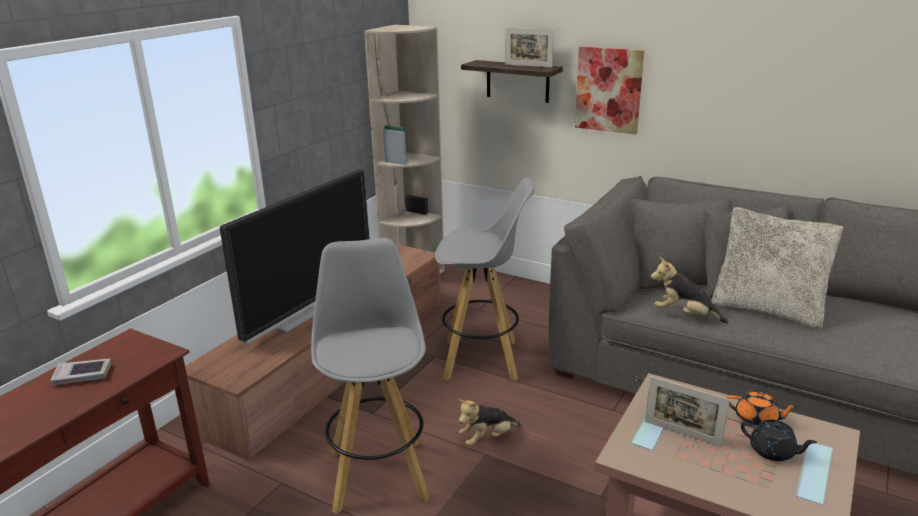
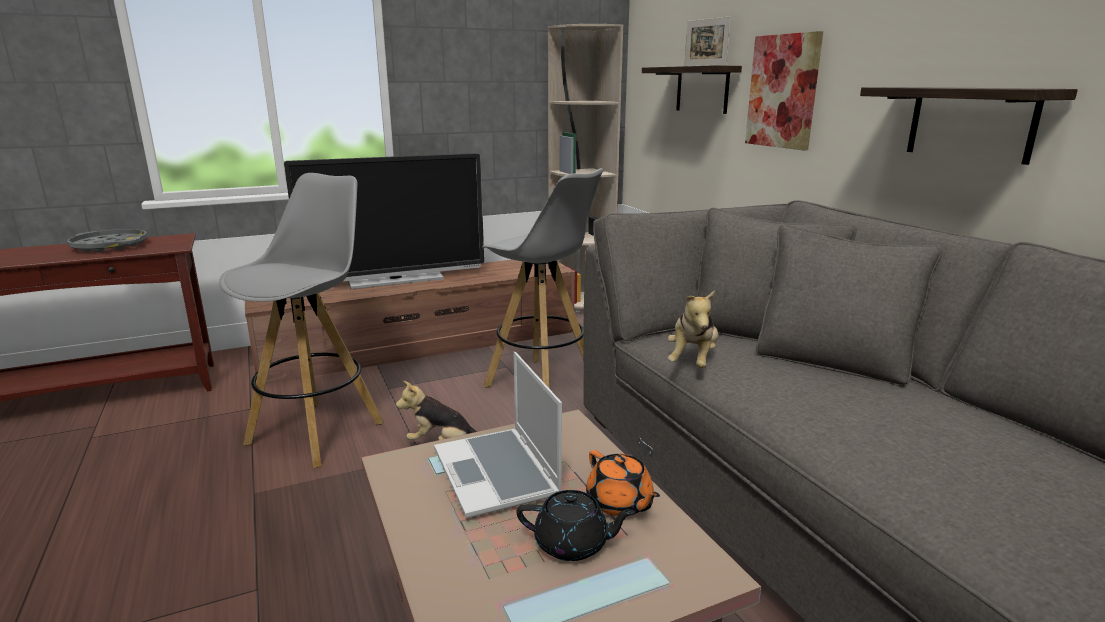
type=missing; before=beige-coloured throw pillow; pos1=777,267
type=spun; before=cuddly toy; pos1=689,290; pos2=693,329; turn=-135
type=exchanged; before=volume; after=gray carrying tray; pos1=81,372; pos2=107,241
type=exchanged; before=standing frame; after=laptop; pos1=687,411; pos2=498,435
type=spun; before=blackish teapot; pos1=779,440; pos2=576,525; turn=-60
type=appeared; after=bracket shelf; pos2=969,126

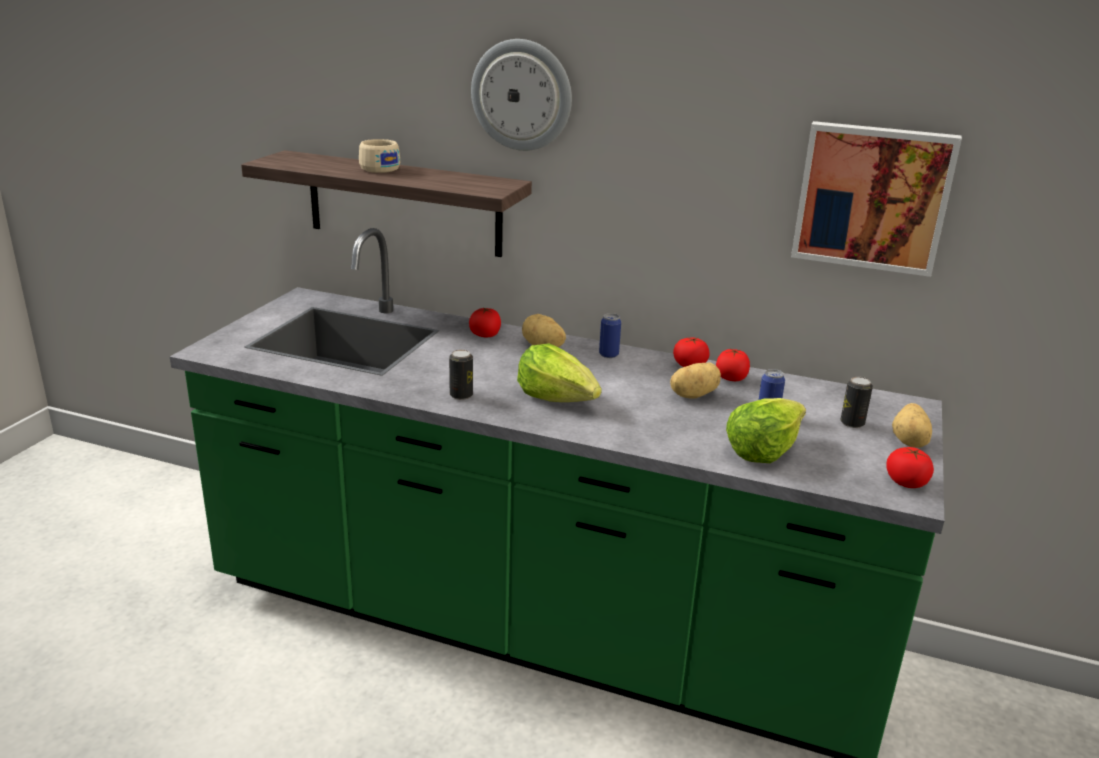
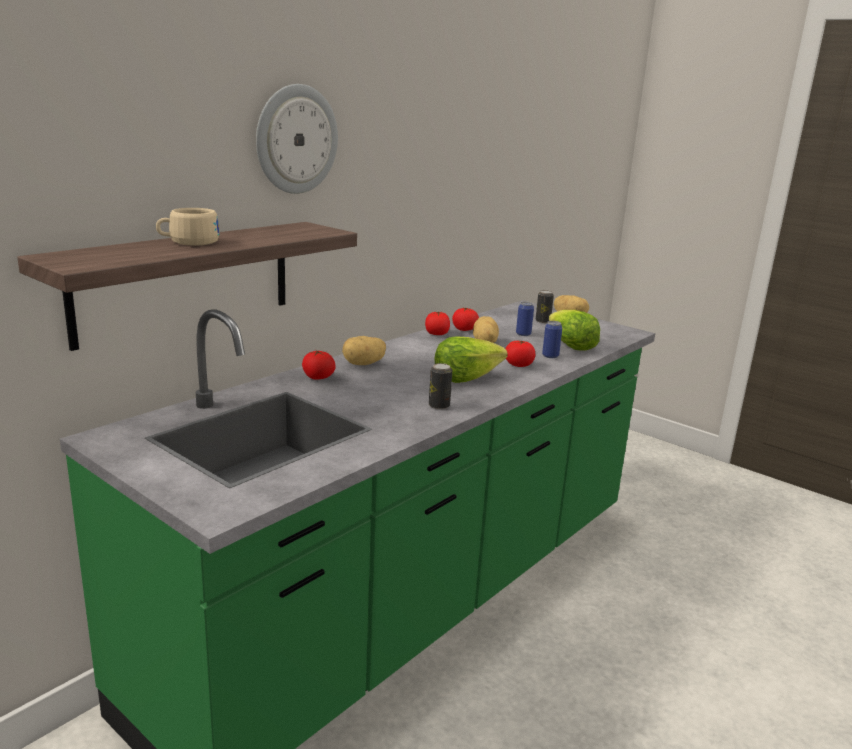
type=missing; before=wall art; pos1=876,199
type=relocated; before=metal can; pos1=610,335; pos2=552,339
type=relocated; before=tomato; pos1=910,467; pos2=520,354

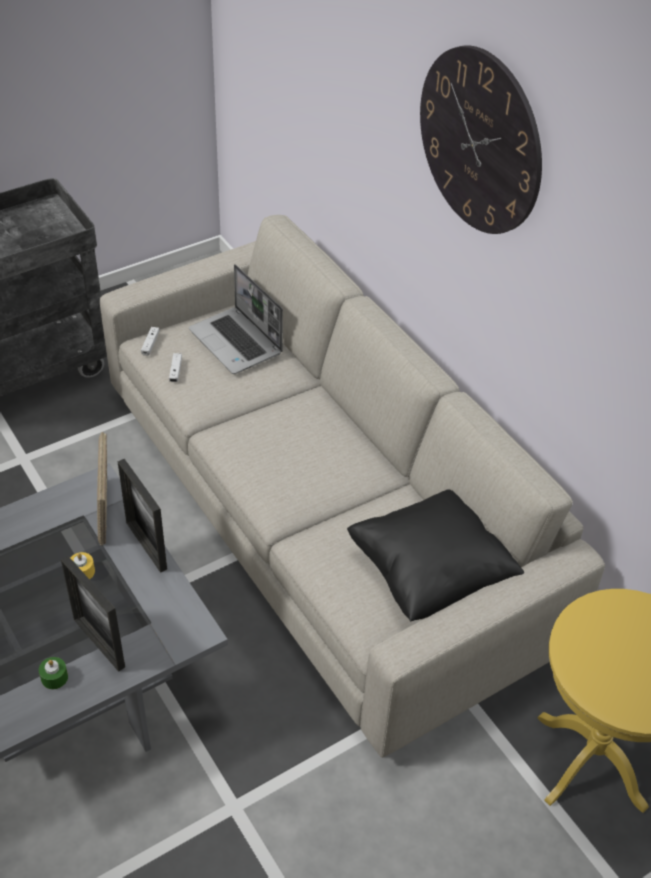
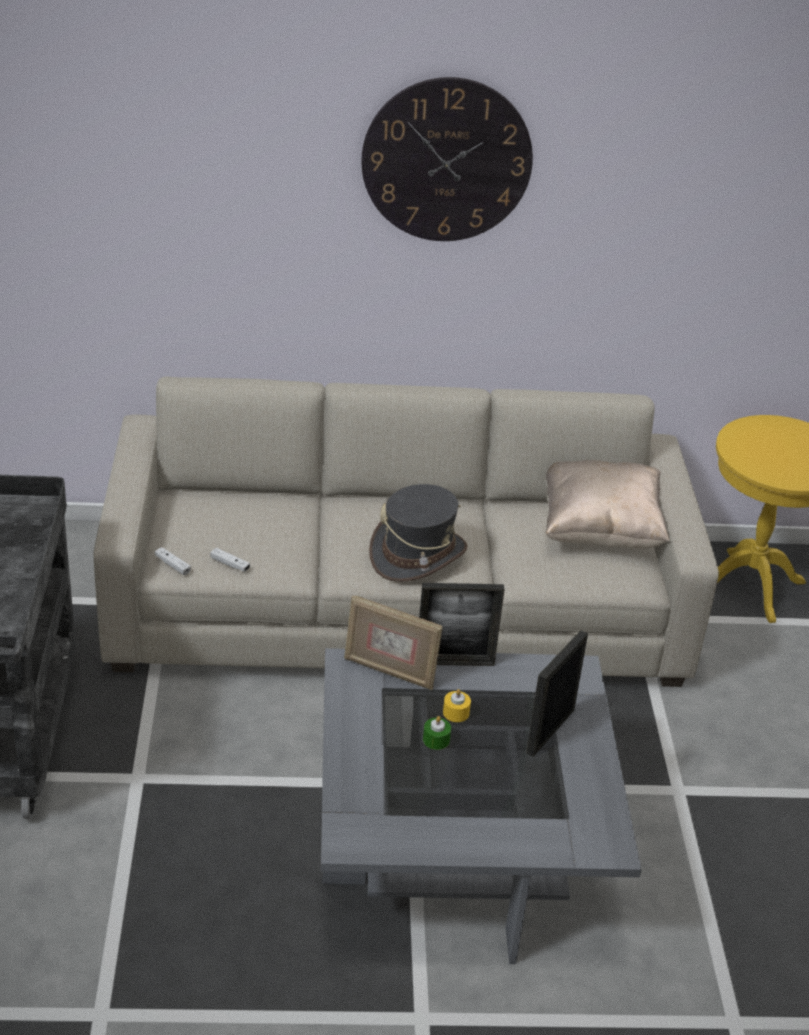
type=missing; before=laptop; pos1=236,319
type=colour; before=blackish throw pillow; after=beige-coloured throw pillow; pos1=435,555; pos2=607,504
type=spun; before=standing frame; pos1=93,614; pos2=557,693; turn=135
type=relocated; before=green wax light; pos1=53,673; pos2=437,733
type=appeared; after=gray clothing hat; pos2=418,533

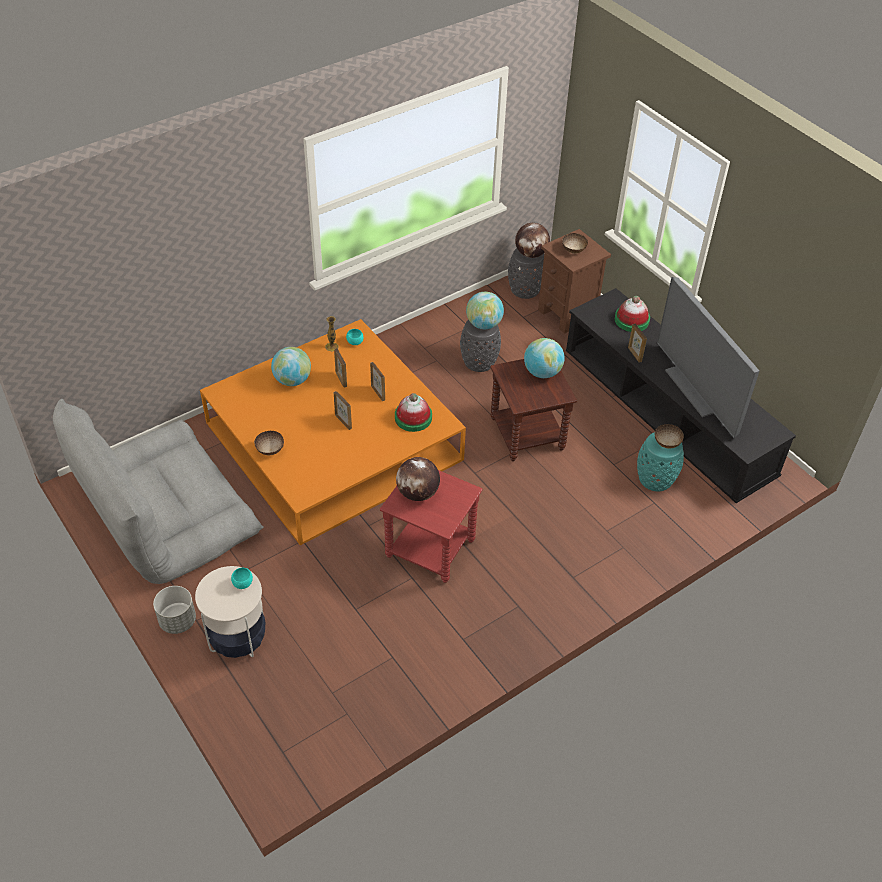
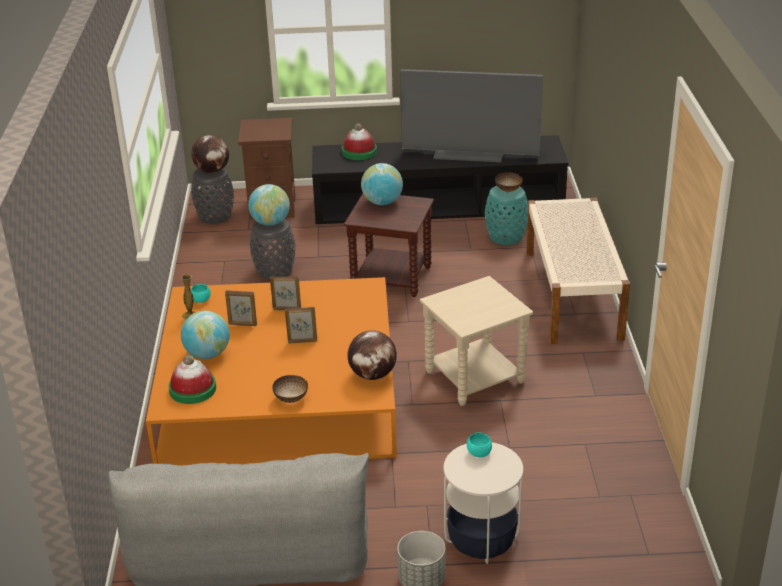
type=missing; before=deep dish; pos1=575,243
type=missing; before=standing frame; pos1=637,343
type=relocated; before=clothing hat; pos1=413,412; pos2=192,379
type=relocated; before=world globe; pos1=418,479; pos2=372,355
type=colour; before=red end table; after=beige-coloured end table; pos1=431,526; pos2=476,341
type=appeared; after=beige-coloured long seat; pos2=578,270

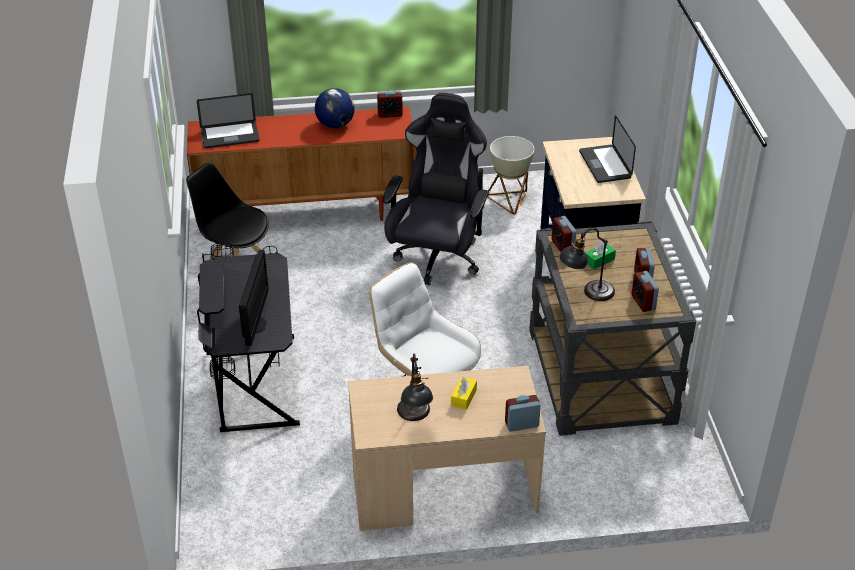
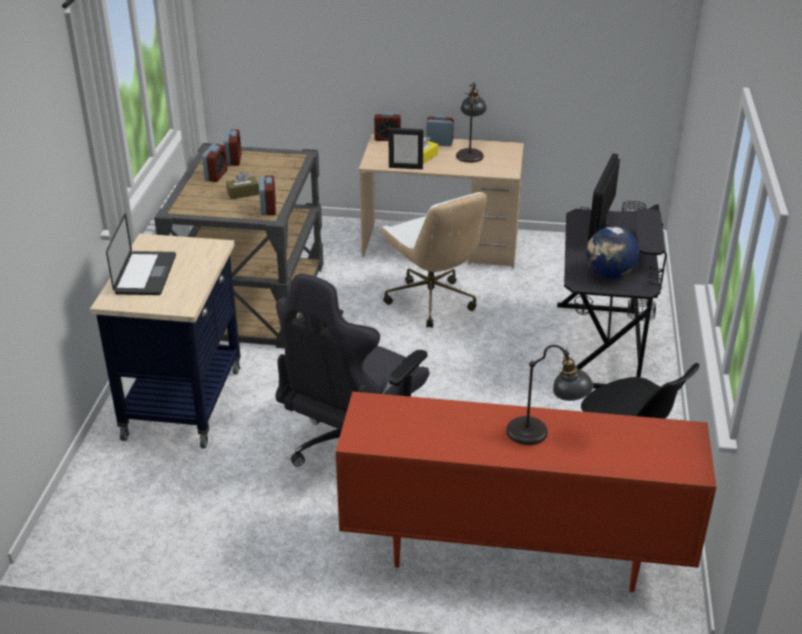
type=relocated; before=world globe; pos1=335,108; pos2=612,253
type=relocated; before=bedside clock; pos1=390,104; pos2=440,130
type=missing; before=laptop; pos1=228,120
type=missing; before=planter; pos1=510,175
type=relocated; before=gray lamp for a table; pos1=587,264; pos2=549,395
type=colour; before=green box of tissues; after=brownish box of tissues; pos1=600,255; pos2=242,185
type=appeared; after=standing frame; pos2=406,148

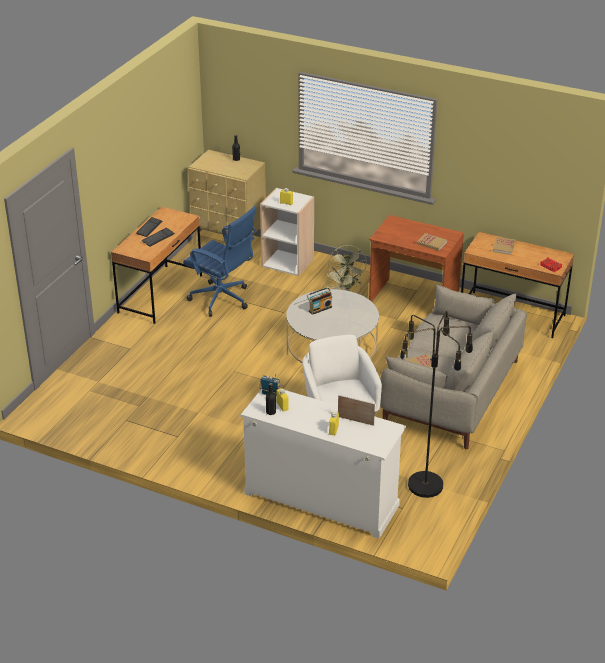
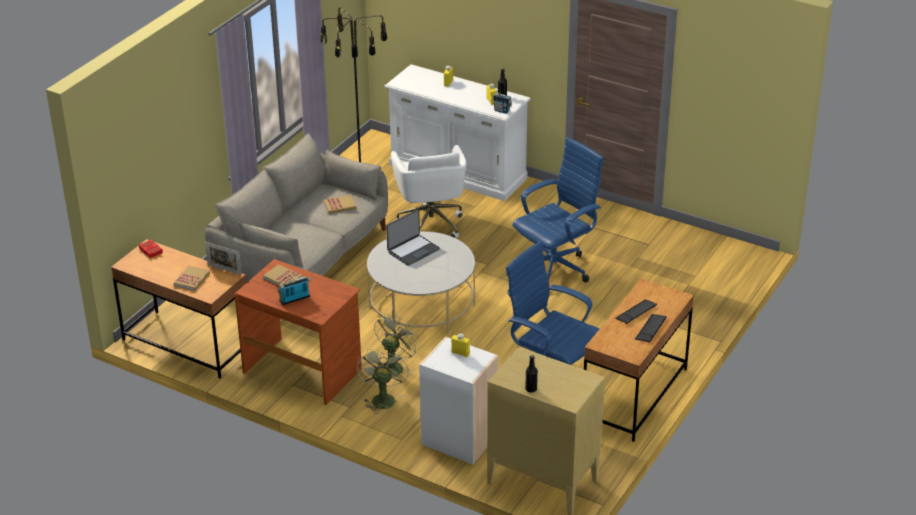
type=relocated; before=radio; pos1=319,301; pos2=294,291
type=relocated; before=standing frame; pos1=356,410; pos2=223,258
type=appeared; after=blue-coloured office chair; pos2=558,210
type=appeared; after=laptop; pos2=413,237

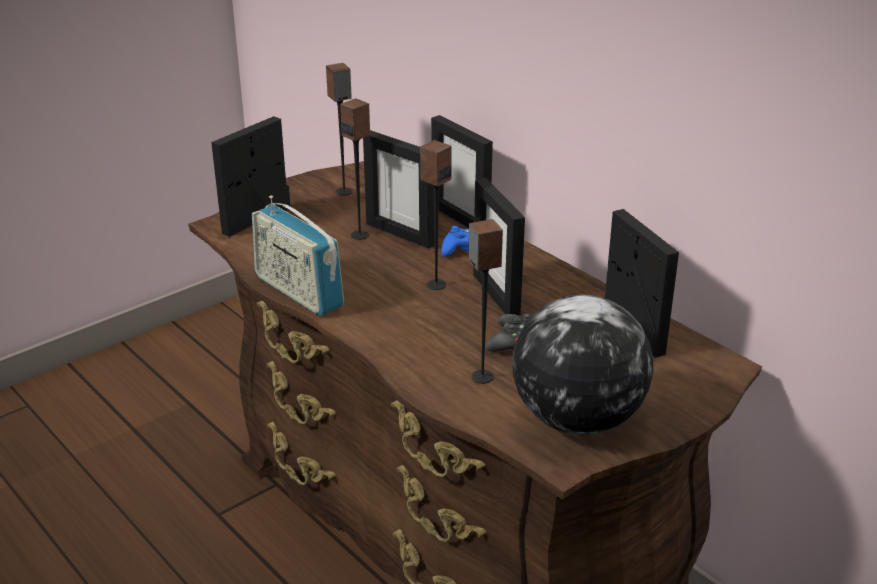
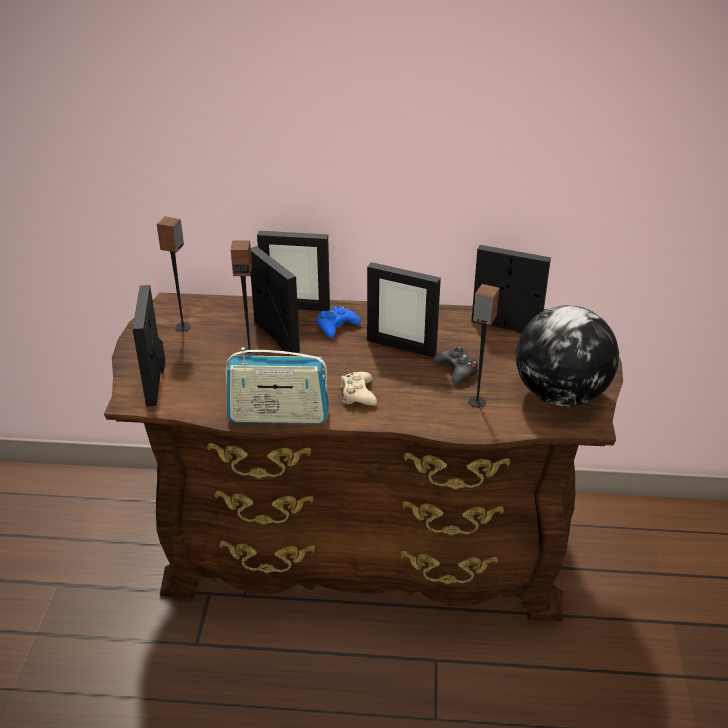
type=spun; before=standing frame; pos1=399,189; pos2=275,300; turn=-120
type=missing; before=loudspeaker; pos1=436,215
type=appeared; after=beige-coloured joypad; pos2=358,388

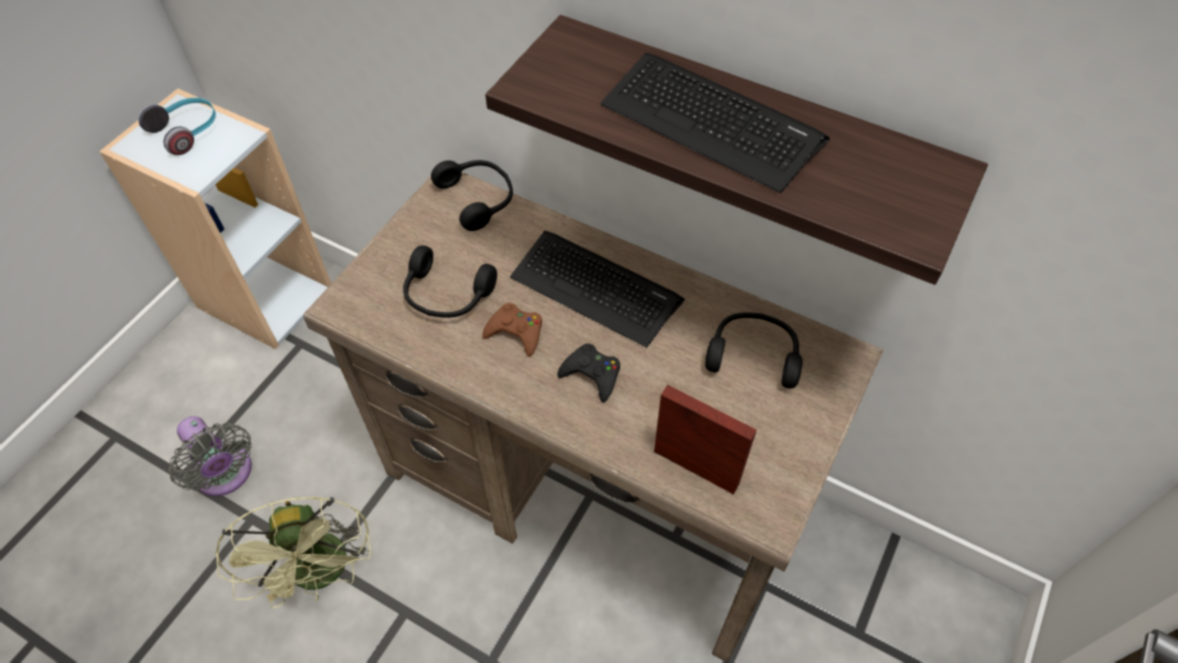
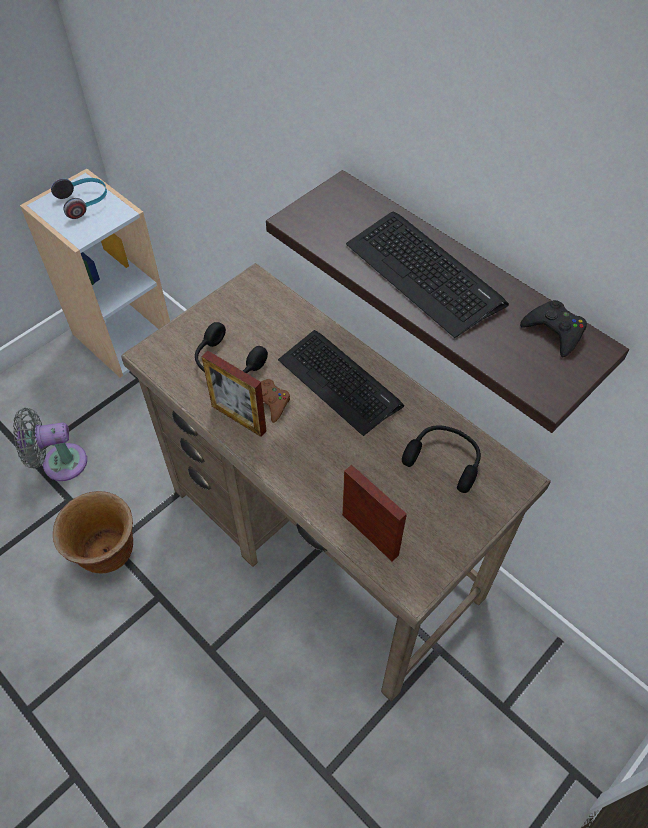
type=missing; before=blackish headphones; pos1=472,195
type=relocated; before=blackish joypad; pos1=588,372; pos2=553,328
type=spun; before=gray fan; pos1=210,456; pos2=50,444; turn=105
type=exchanged; before=green fan; after=brownish planter; pos1=293,552; pos2=93,532
type=appeared; after=standing frame; pos2=233,393

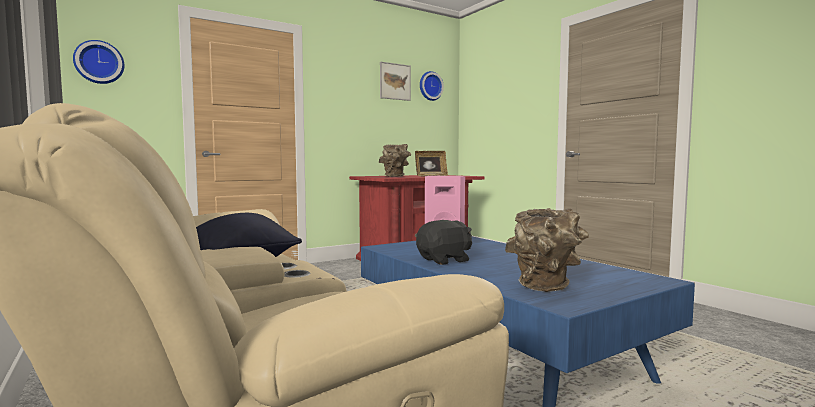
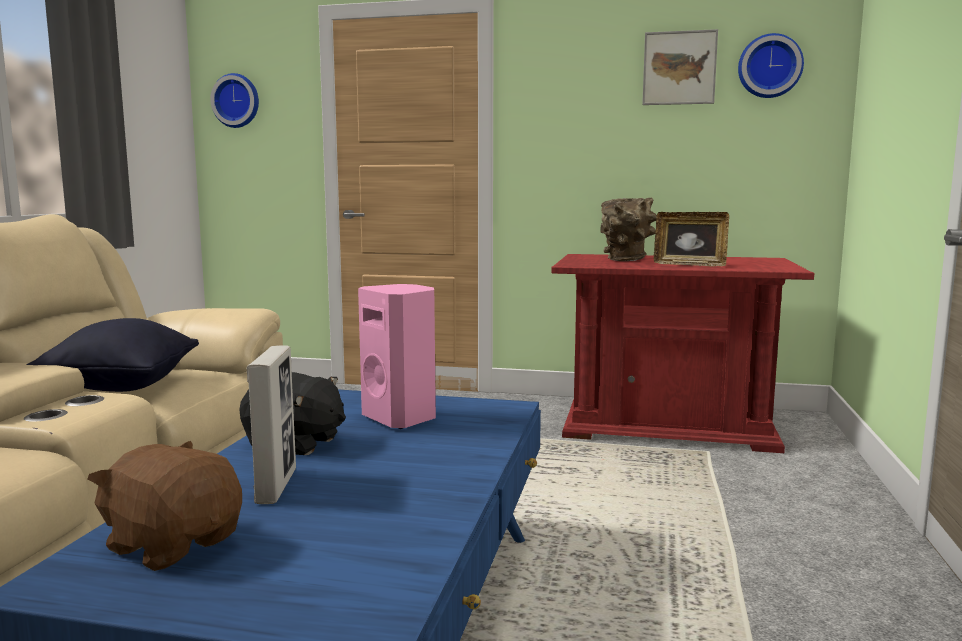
type=exchanged; before=brownish decorative vase; after=brownish cuddly toy; pos1=547,250; pos2=164,506
type=appeared; after=standing frame; pos2=271,424

